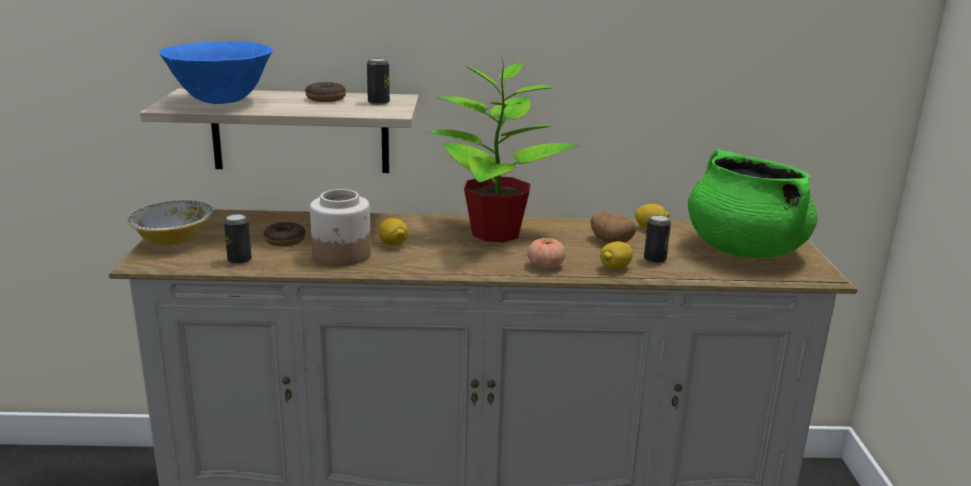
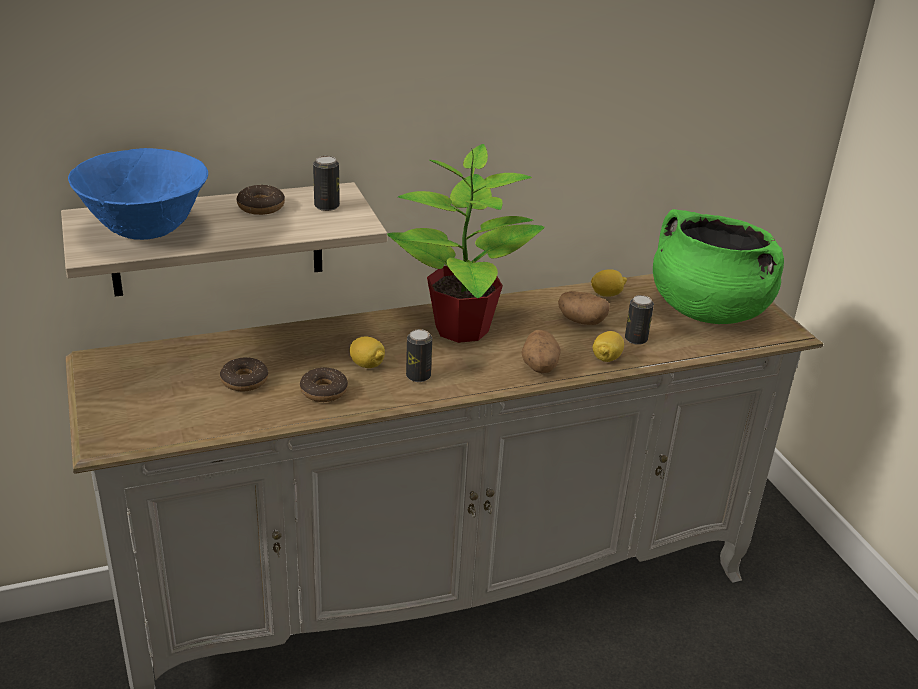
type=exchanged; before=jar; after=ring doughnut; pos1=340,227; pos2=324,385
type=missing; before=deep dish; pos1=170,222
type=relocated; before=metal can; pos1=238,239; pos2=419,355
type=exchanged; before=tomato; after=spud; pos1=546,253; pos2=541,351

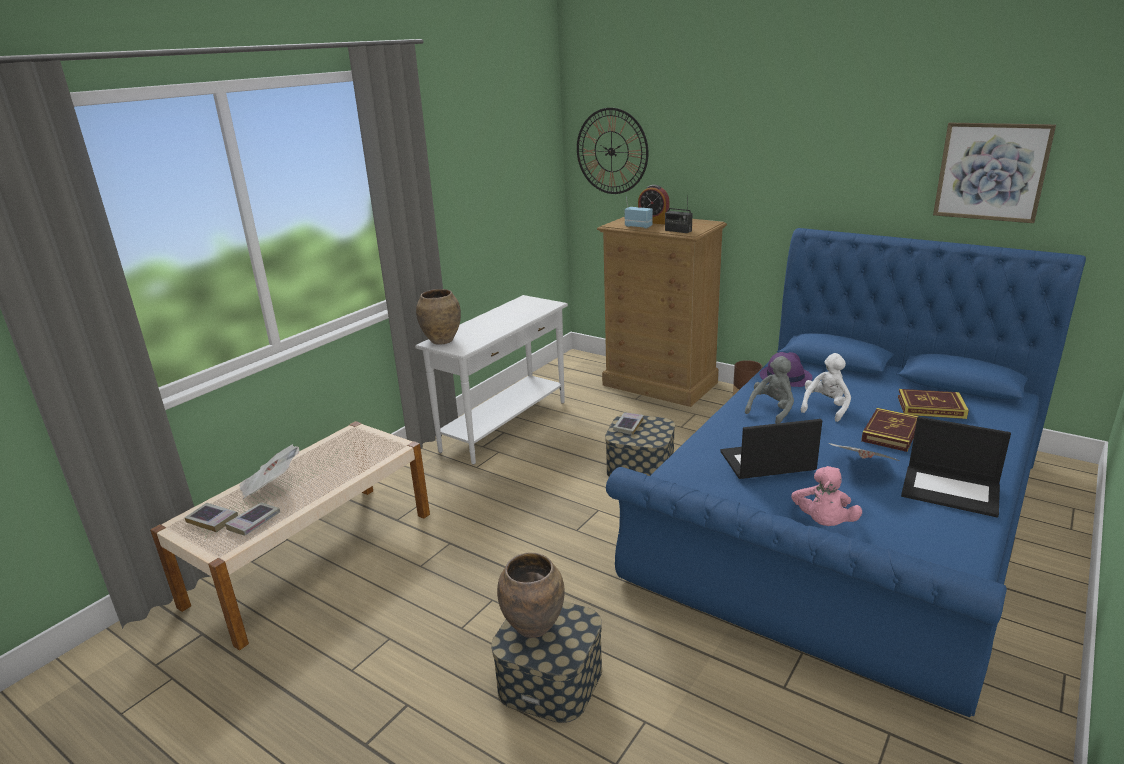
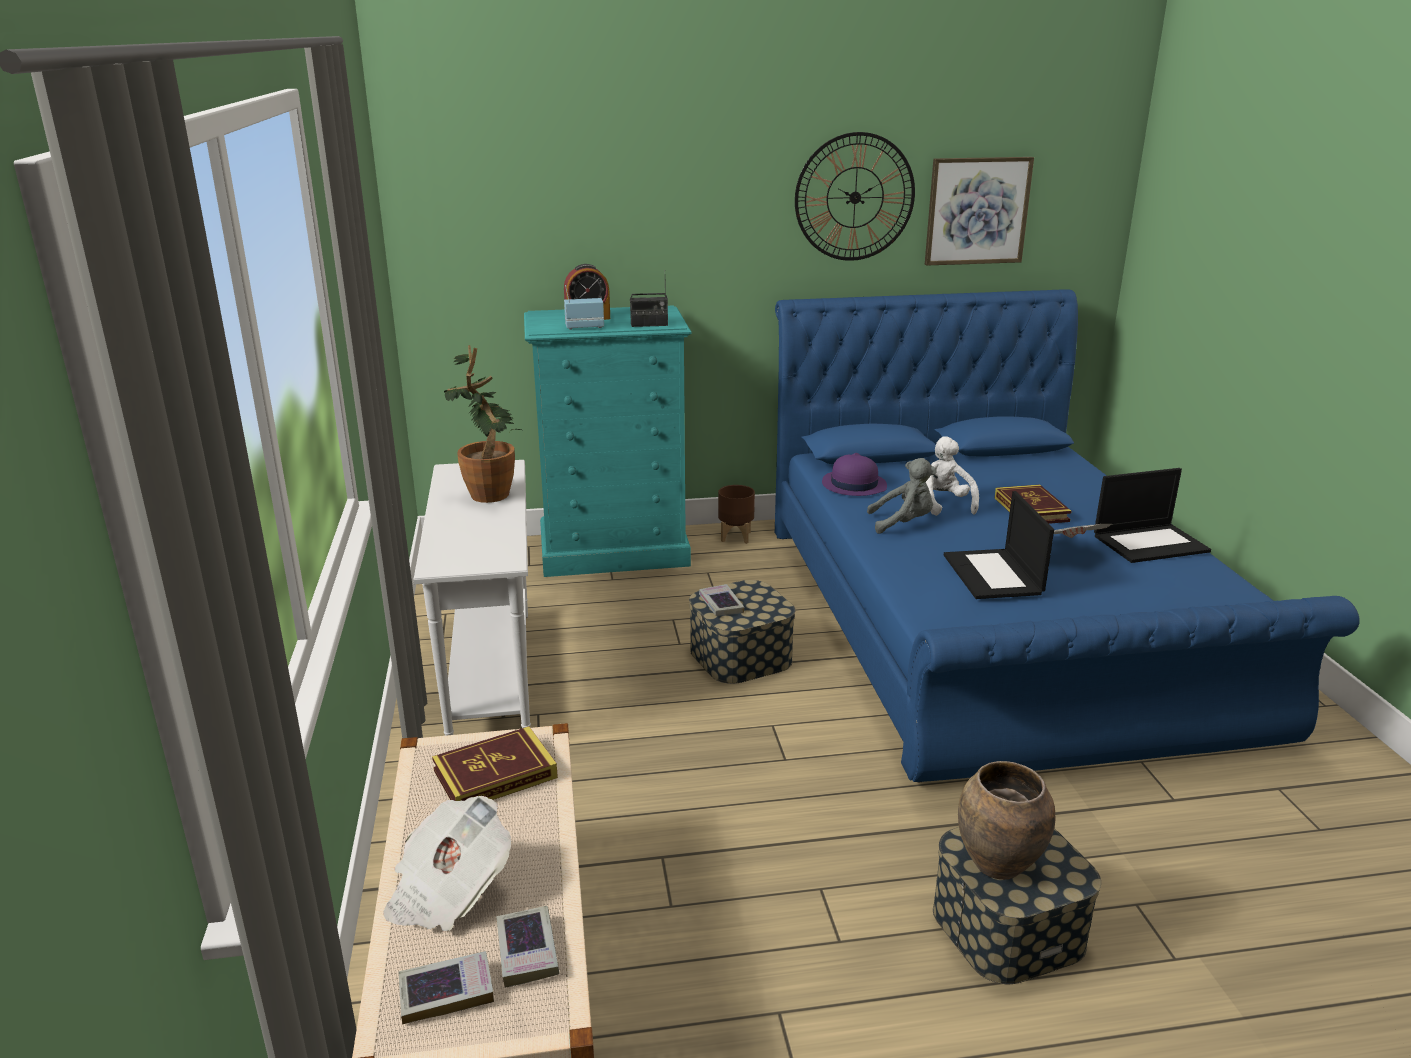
type=relocated; before=wall clock; pos1=613,151; pos2=855,196
type=colour; before=brownish chest of drawers; after=blue-green chest of drawers; pos1=662,312; pos2=608,441
type=missing; before=brownish decorative vase; pos1=438,317
type=spun; before=gray cuddly toy; pos1=769,390; pos2=901,496; turn=90
type=relocated; before=volume; pos1=933,404; pos2=495,763
type=spun; before=laptop; pos1=771,449; pos2=999,545; turn=-45
type=missing; before=pink cuddly toy; pos1=826,496
type=appeared; after=potted plant; pos2=482,424

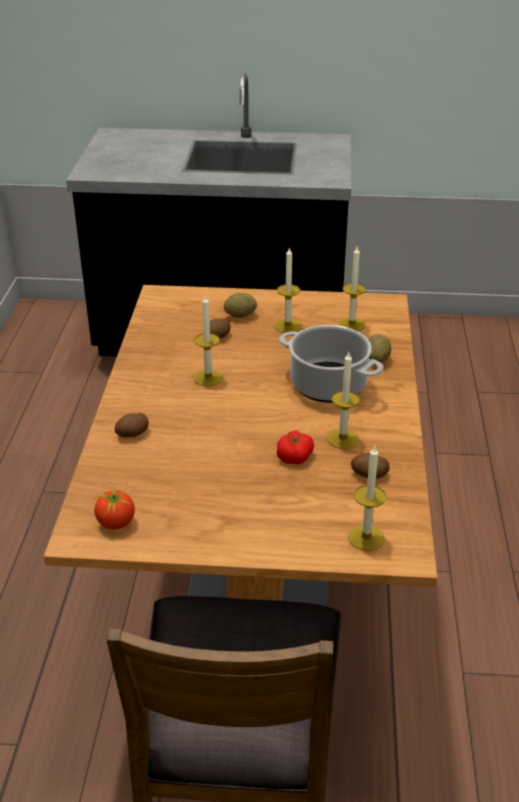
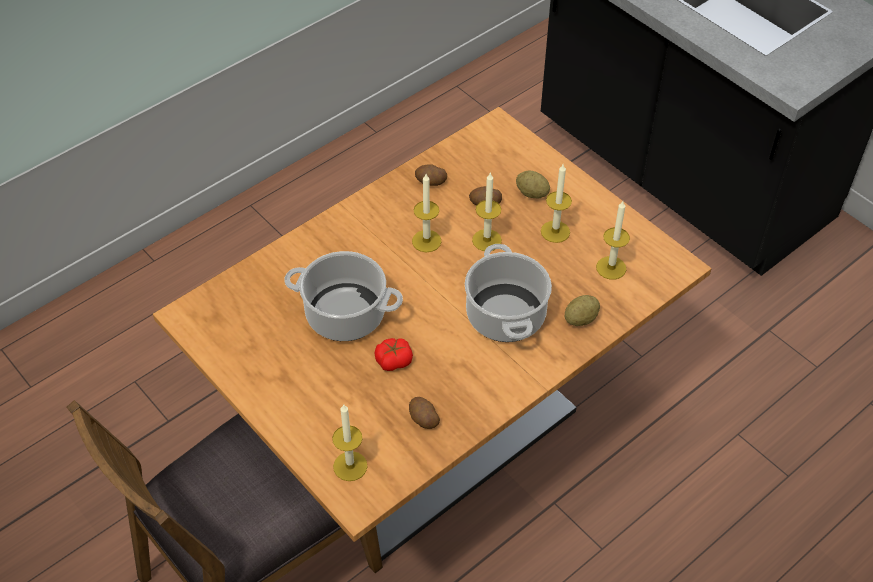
type=relocated; before=wax light; pos1=343,400; pos2=487,212
type=relocated; before=spud; pos1=132,425; pos2=431,175
type=missing; before=tomato; pos1=114,505
type=appeared; after=saucepot; pos2=343,296

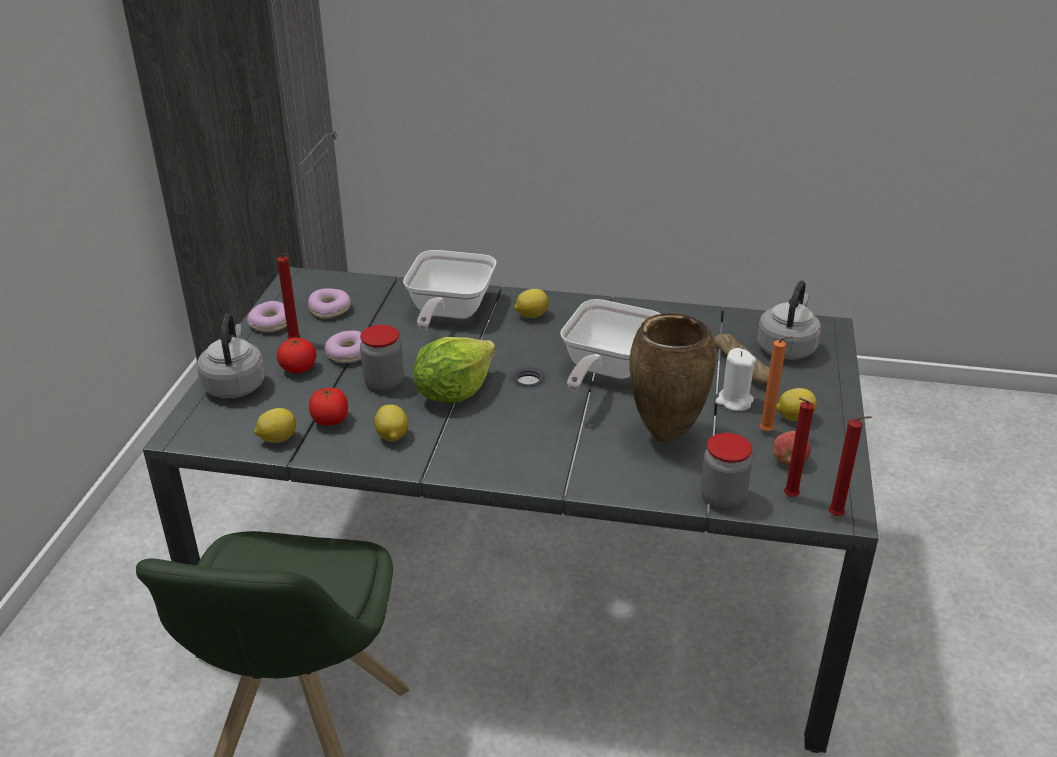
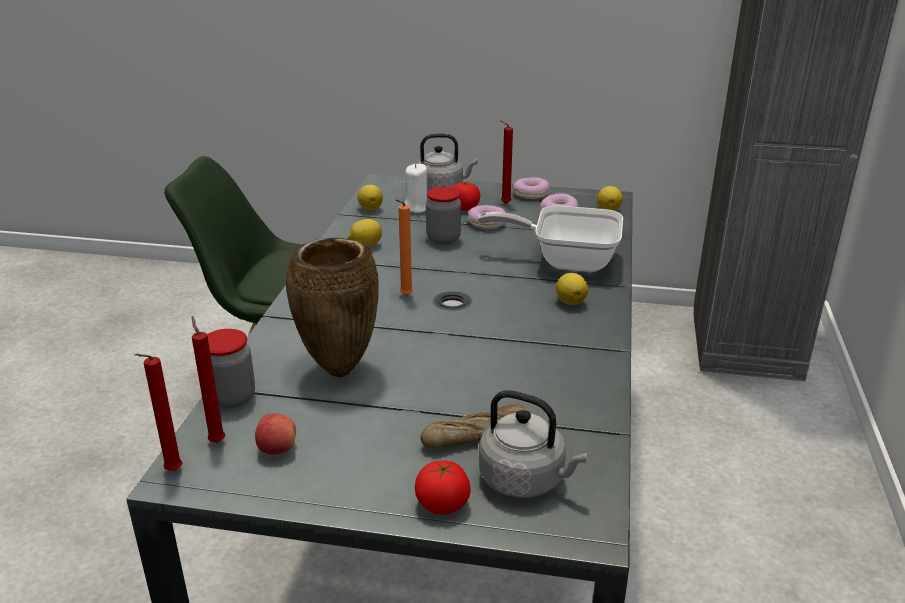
type=missing; before=frying pan; pos1=610,345
type=relocated; before=orangey wax light; pos1=776,384; pos2=404,247
type=missing; before=lettuce; pos1=454,370
type=relocated; before=whitish wax light; pos1=735,379; pos2=416,188
type=relocated; before=tomato; pos1=328,406; pos2=442,487
type=relocated; before=whole lemon; pos1=796,404; pos2=610,198

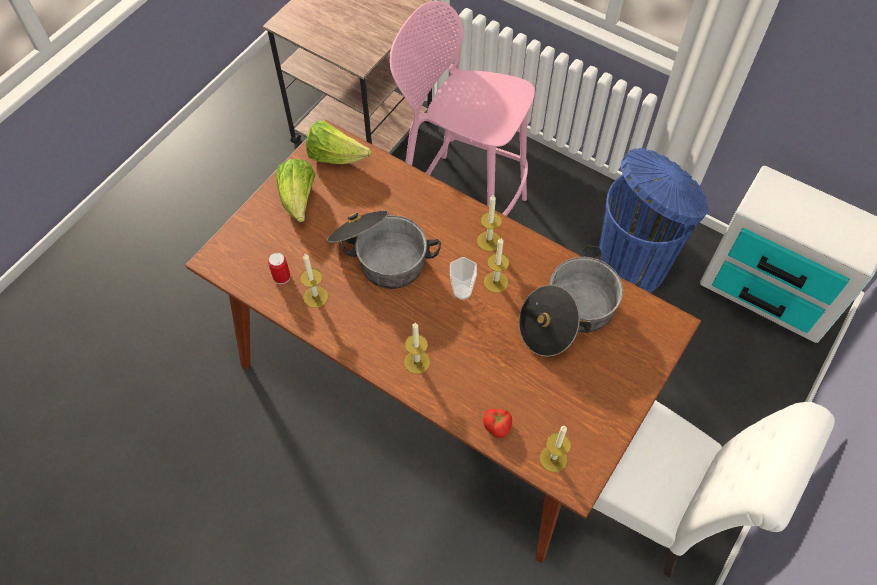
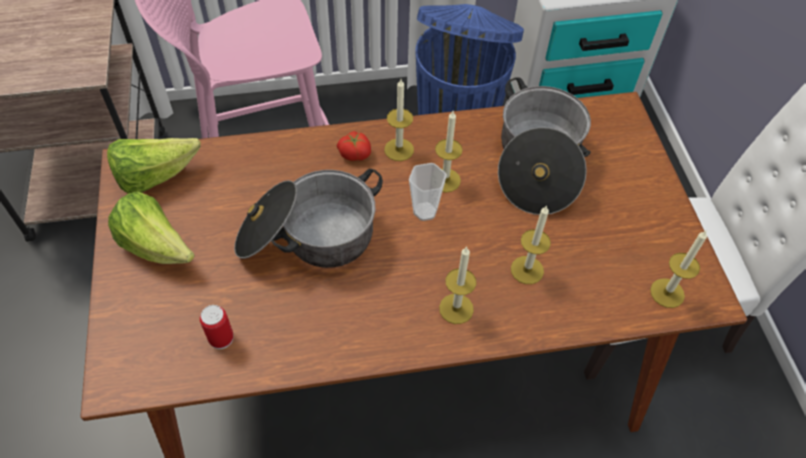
type=relocated; before=wax light; pos1=314,281; pos2=531,244
type=relocated; before=tomato; pos1=497,423; pos2=354,146

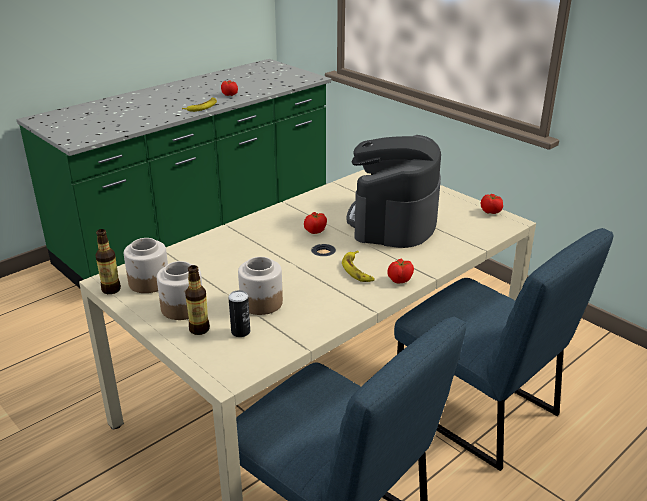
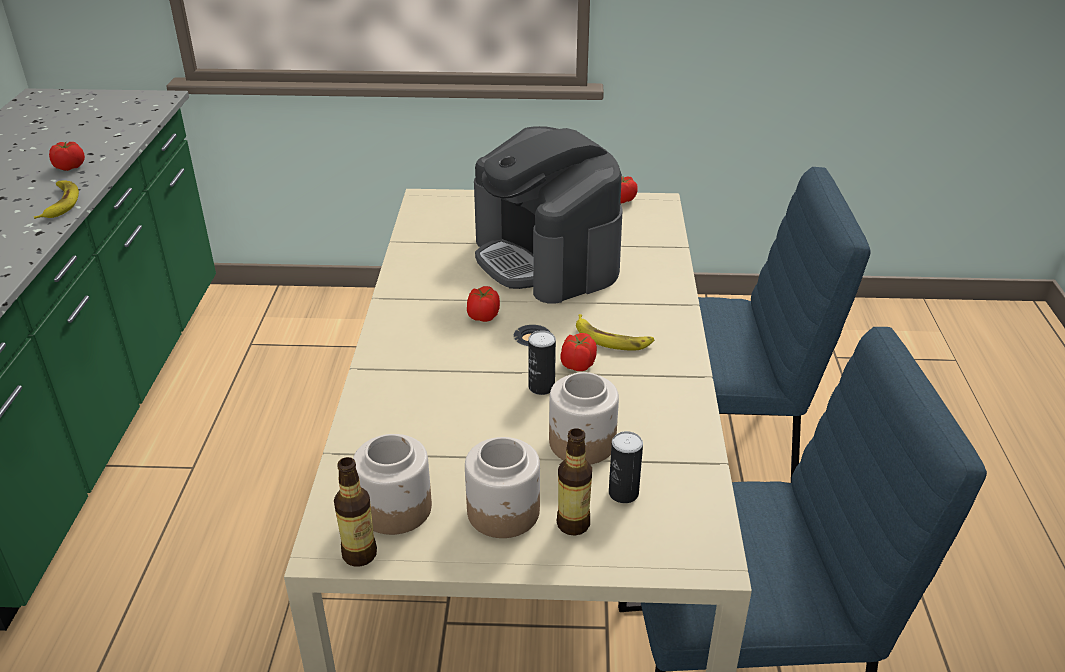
type=relocated; before=tomato; pos1=400,271; pos2=579,352
type=appeared; after=metal can; pos2=542,362

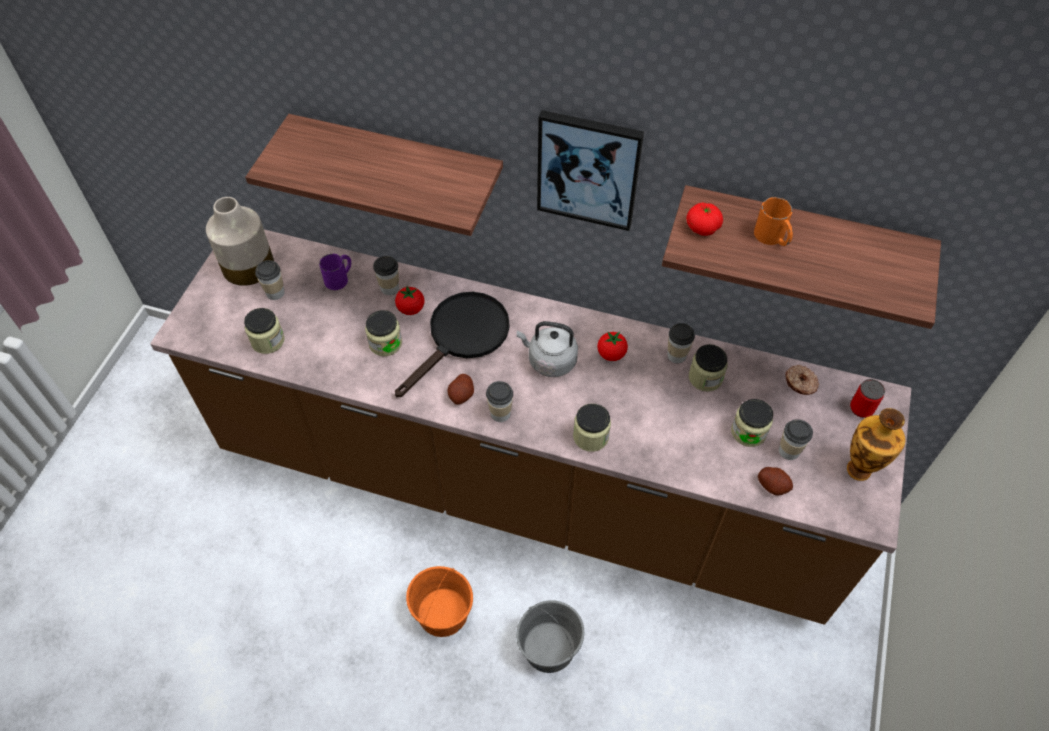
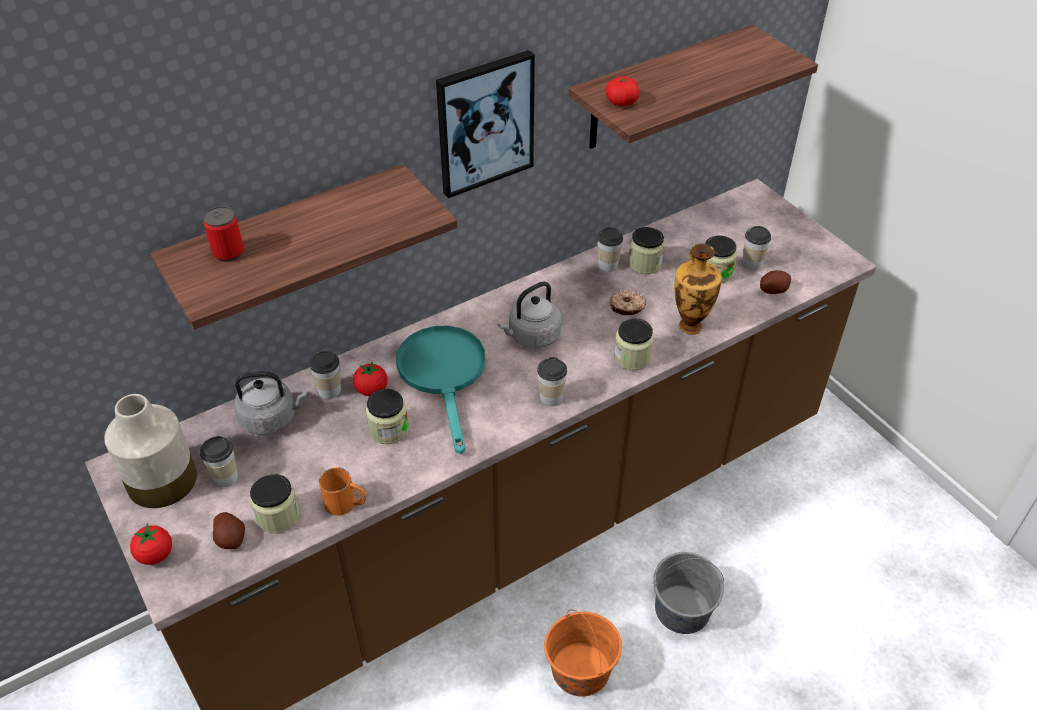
type=relocated; before=orangey tea mug; pos1=773,221; pos2=342,491
type=exchanged; before=purple-coloured tea mug; after=gray kettle; pos1=335,272; pos2=271,403
type=colour; before=blackish frying pan; after=blue-green frying pan; pos1=452,344; pos2=441,390
type=relocated; before=tomato; pos1=612,346; pos2=151,544
type=relocated; before=ring doughnut; pos1=802,380; pos2=628,302
type=relocated; before=spud; pos1=461,389; pos2=229,530
type=relocated; before=metal can; pos1=867,398; pos2=223,234
type=relocated; before=decorative vase; pos1=876,444; pos2=698,289

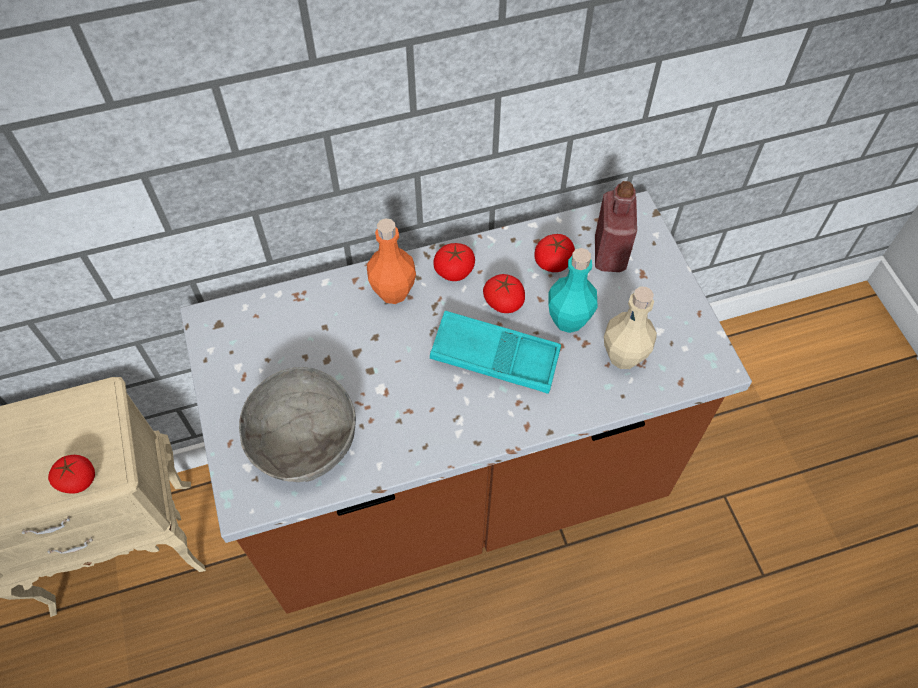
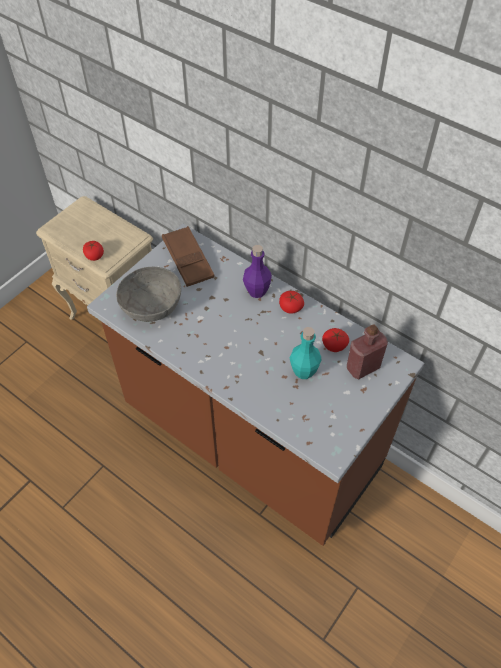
type=colour; before=orangey drink bottle; after=purple-coloured drink bottle; pos1=391,261; pos2=257,271
type=missing; before=tomato; pos1=504,293
type=missing; before=beige-coloured drink bottle; pos1=630,328
type=missing; before=blue-green carrying tray; pos1=495,352
type=appeared; after=brownish carrying tray; pos2=188,256

